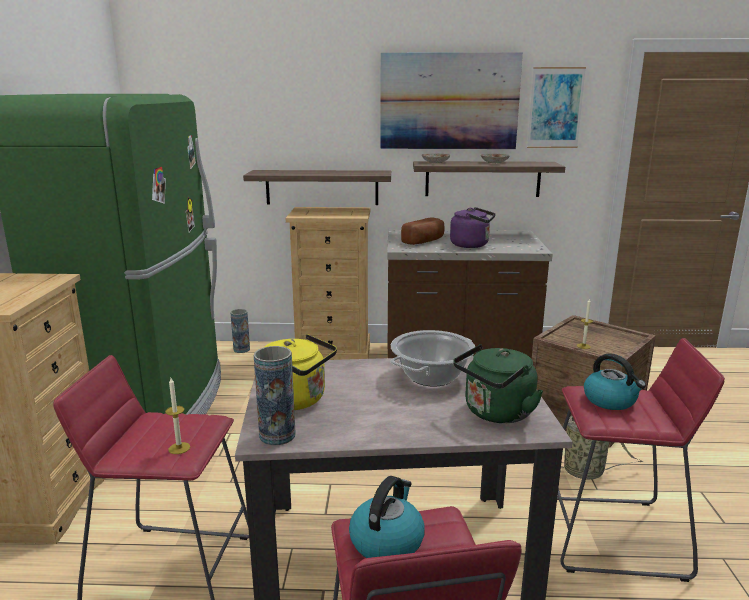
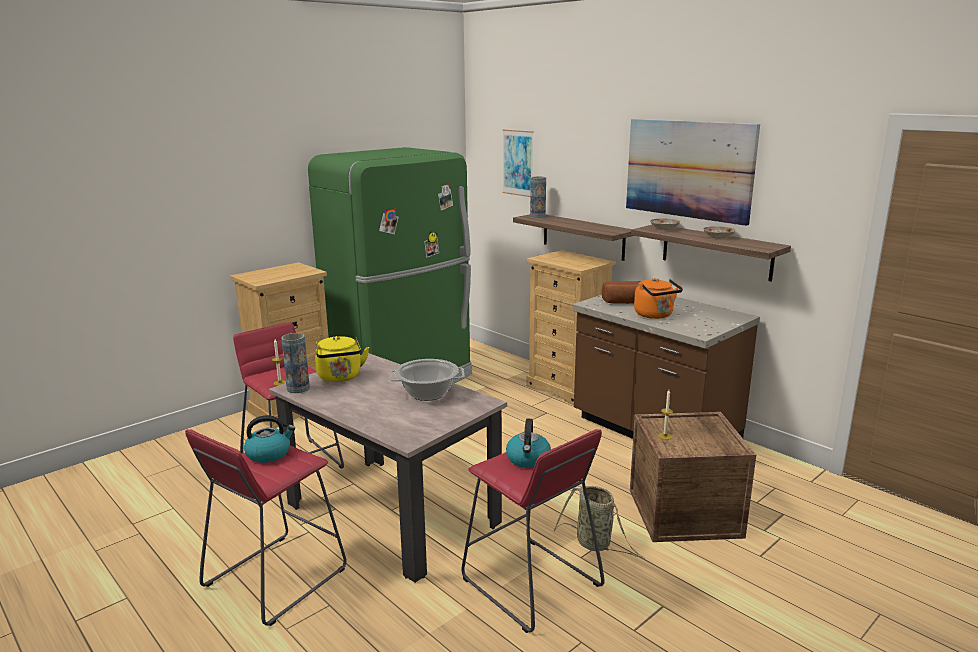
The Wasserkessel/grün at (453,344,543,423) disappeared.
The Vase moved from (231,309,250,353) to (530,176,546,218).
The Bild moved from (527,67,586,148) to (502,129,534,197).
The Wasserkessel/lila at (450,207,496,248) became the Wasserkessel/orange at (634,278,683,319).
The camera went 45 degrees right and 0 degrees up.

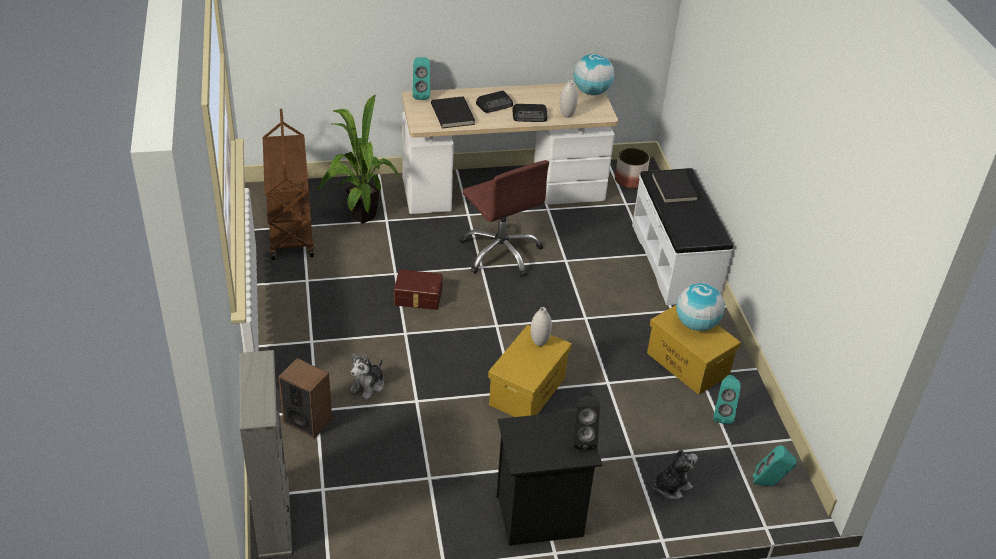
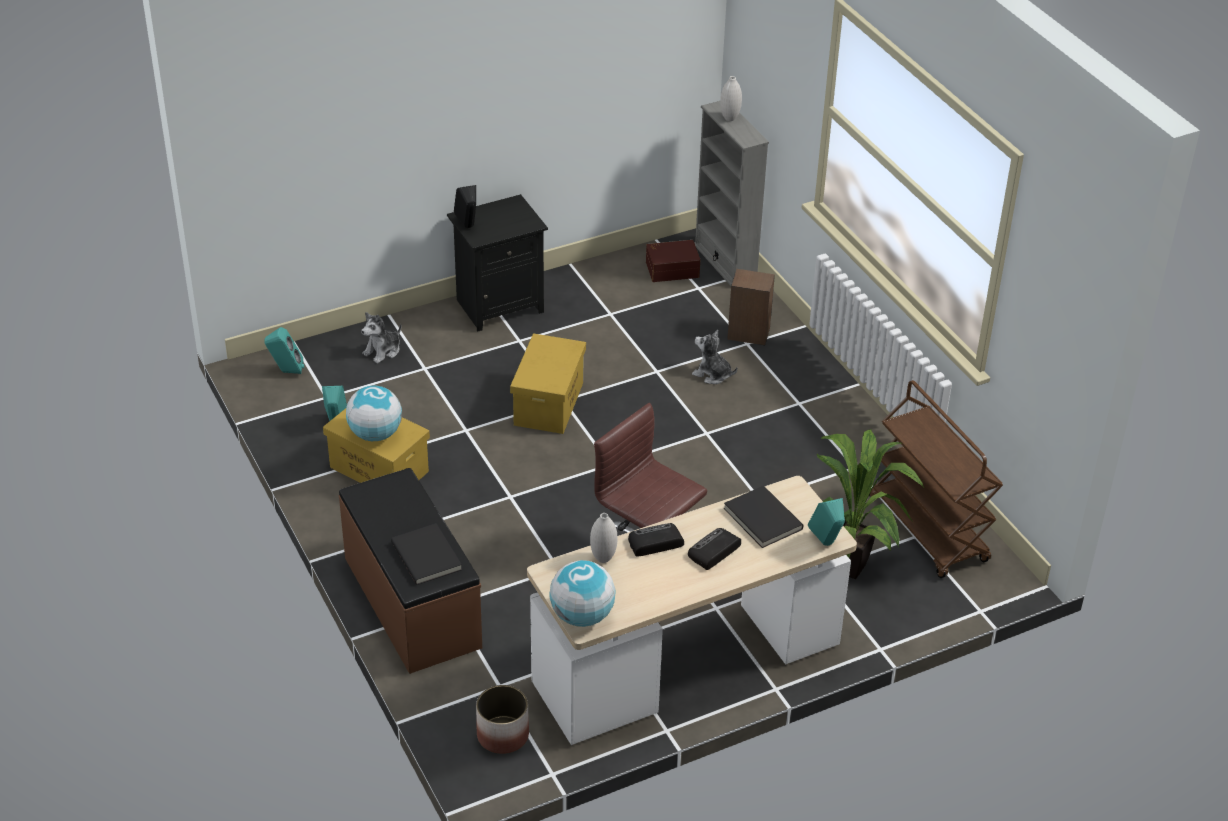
The Aufbewahrungsbox/braun moved from (394,269,443,310) to (646,240,700,282).
The Vase/weiß moved from (531,307,552,346) to (720,76,742,121).
The Bank/weiß at (632,168,733,305) became the Bank/braun at (339,468,482,674).
The Plüschtier at (350,353,384,400) turned 75 degrees counterclockwise.
The camera went 165 degrees right and 0 degrees up.

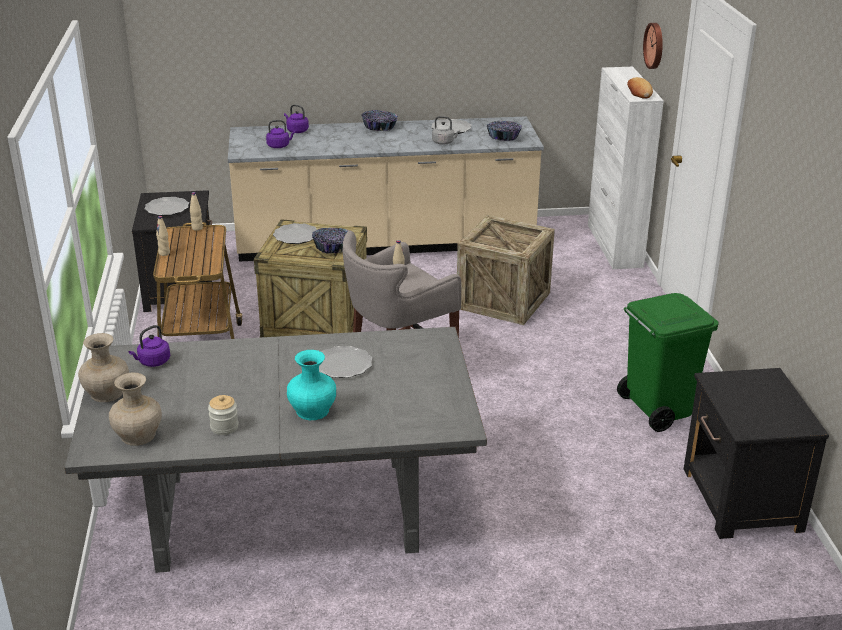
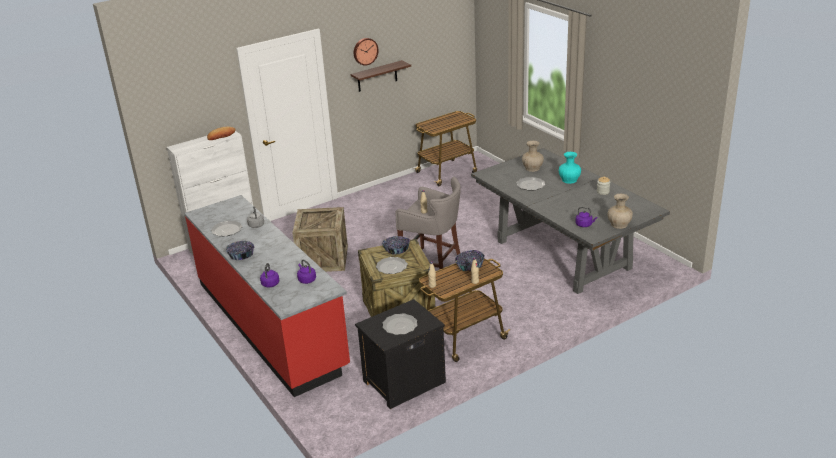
The Mülleimer/grün at (617,293,718,432) disappeared.
The Wandregal at (351,60,411,92) appeared.
The Vase/beige moved from (109,372,162,446) to (522,141,544,172).
The Schüssel moved from (486,121,522,141) to (455,250,485,271).
The Wanduhr moved from (643,23,663,69) to (354,38,379,66).
The Nachttisch/schwarz at (684,368,829,539) was replaced by the Rollwagen at (413,111,477,186).
The Küchenzeile/beige at (228,116,544,262) became the Küchenzeile/rot at (184,195,350,397).
The camera went 115 degrees left and 0 degrees up.

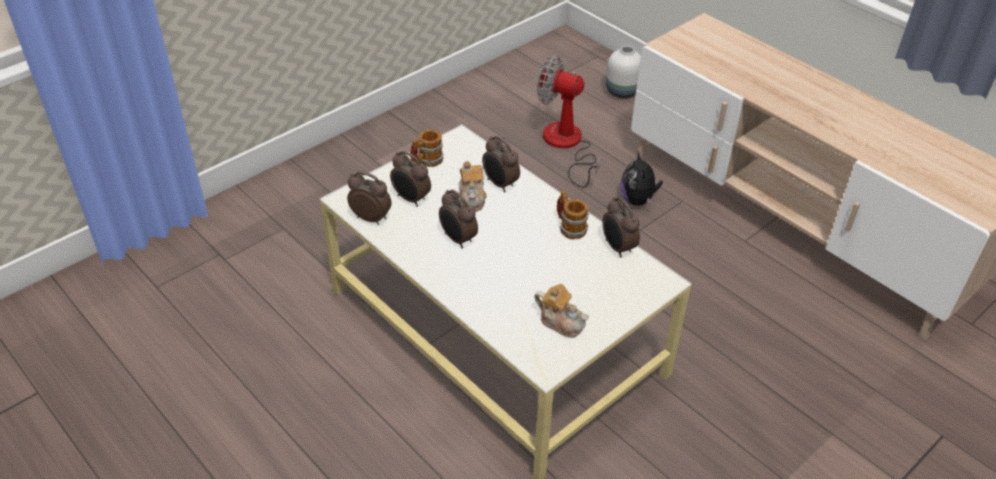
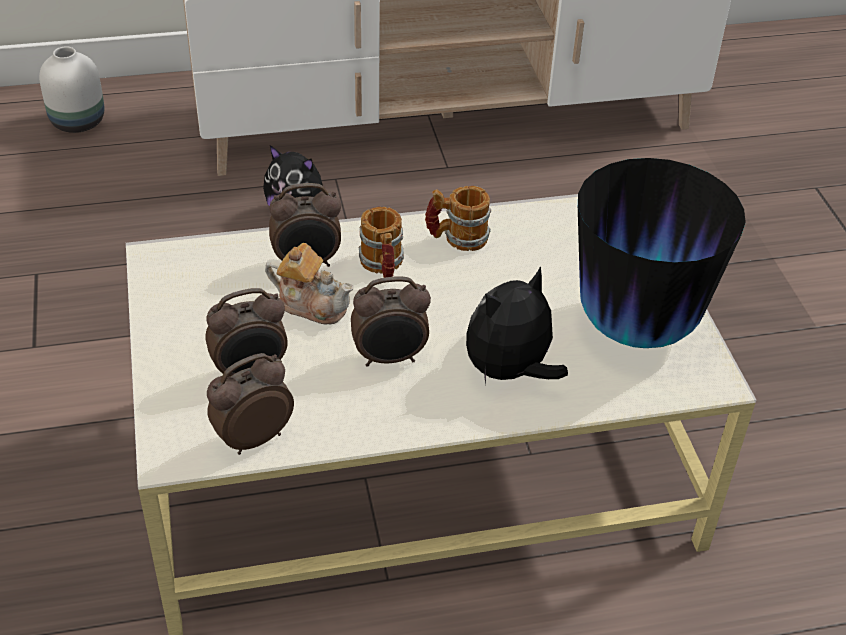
The Ventilator at (537,55,601,188) disappeared.
The Wecker at (602,197,640,258) disappeared.
The Plüschtier at (466,266,568,384) appeared.
The Henkelbecher moved from (410,129,444,167) to (359,207,404,278).
The Teekanne at (534,284,589,338) was replaced by the Vase at (578,158,746,348).
The camera went 60 degrees left and 0 degrees up.

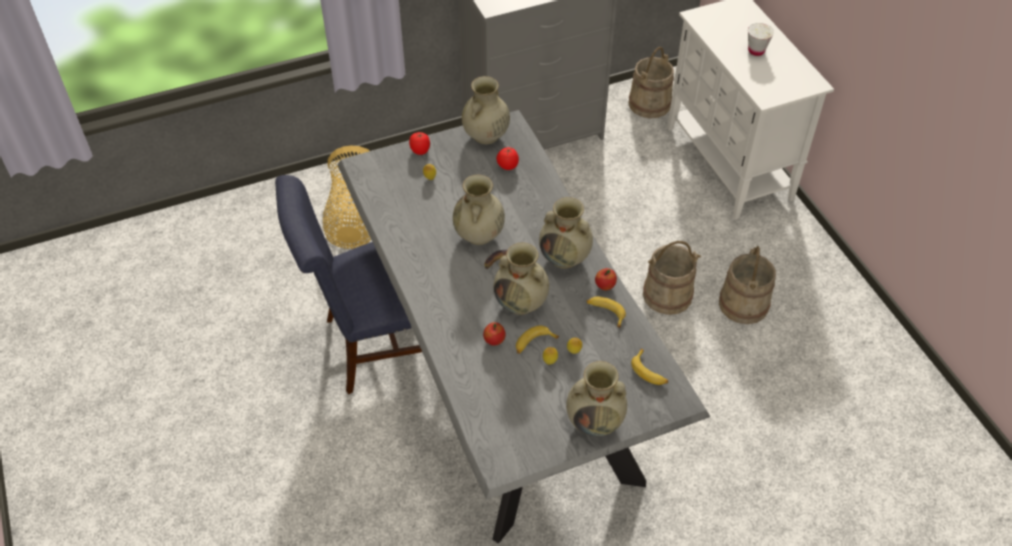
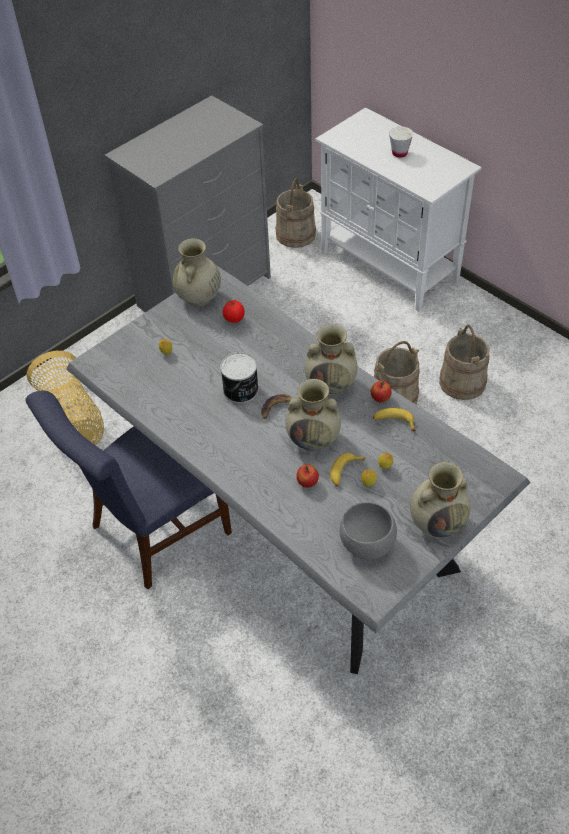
The Tomate at (409,132,430,155) disappeared.
The Banane at (631,349,668,385) disappeared.
The Schüssel/grau at (340,502,397,560) appeared.
The Vase/beige at (453,175,505,245) was replaced by the Dose at (220,352,259,404).
The camera went 20 degrees left and 0 degrees up.

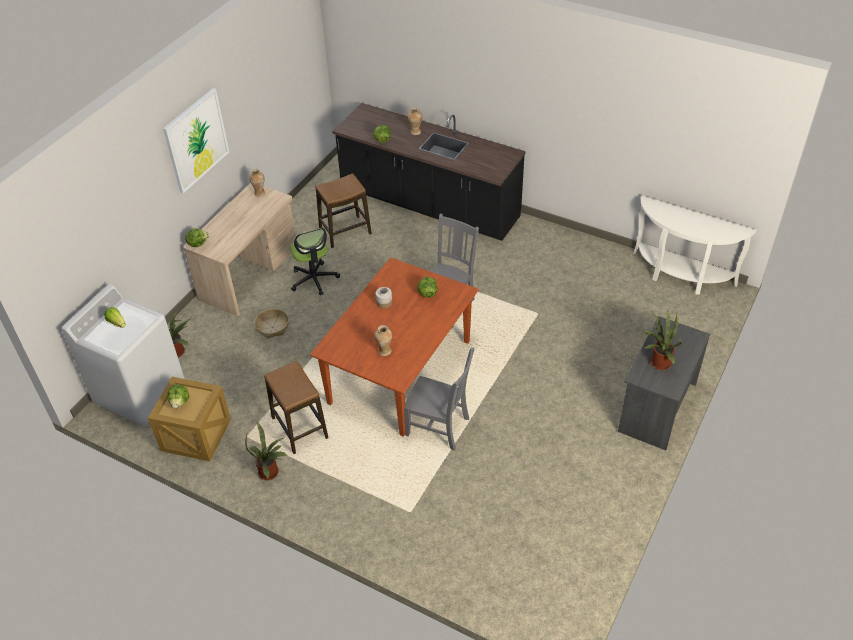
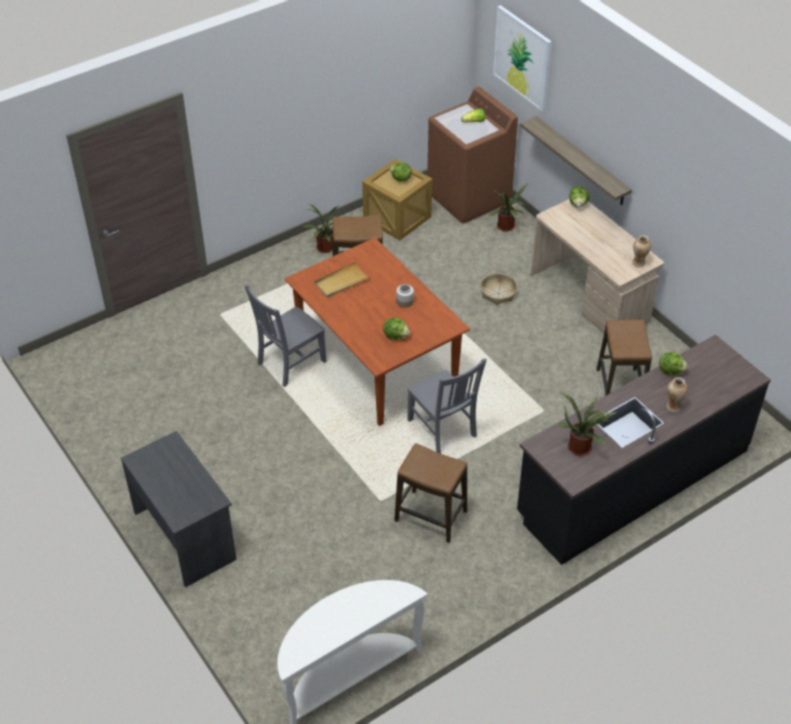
The Bürostuhl at (290,228,340,295) disappeared.
The Hocker at (394,443,467,543) appeared.
The Wandregal at (520,116,632,205) appeared.
The Bild moved from (163,88,229,193) to (493,5,552,111).
The Topfpflanze moved from (644,309,683,370) to (557,392,617,456).
The Vase at (374,325,392,356) was replaced by the Tablett/beige at (314,262,371,298).
The Waschmaschine/weiß at (61,284,185,426) became the Waschmaschine/braun at (427,87,518,224).
The camera went 115 degrees right and 0 degrees up.

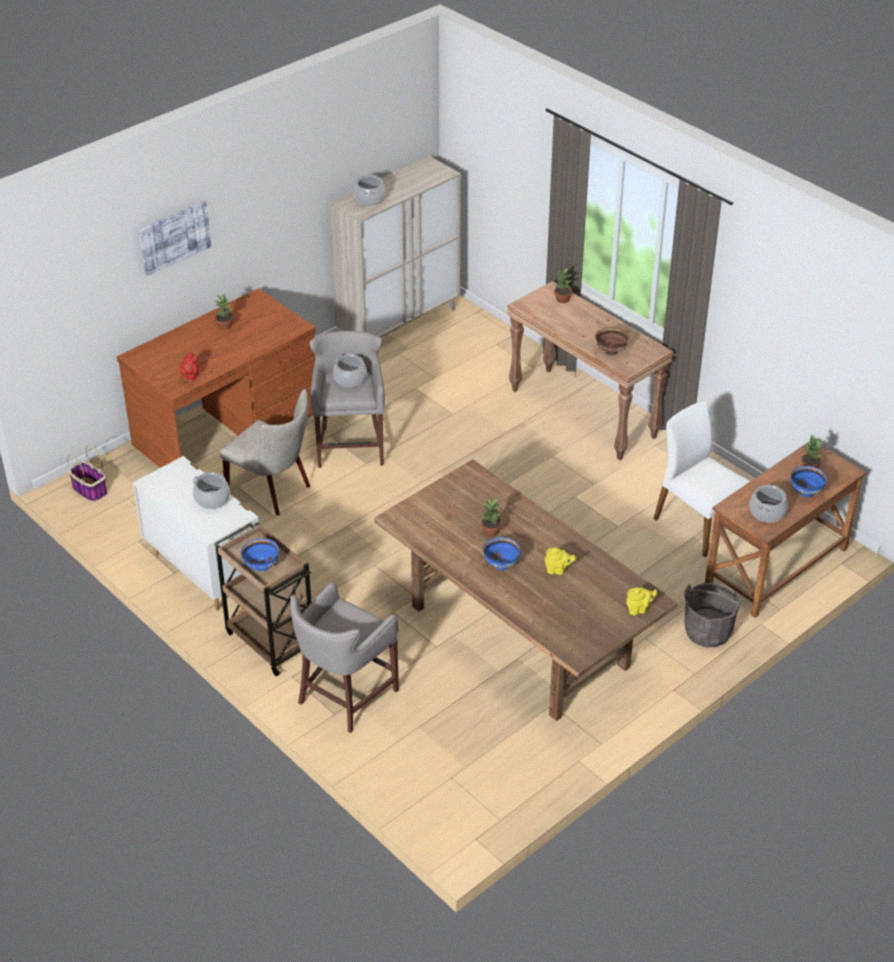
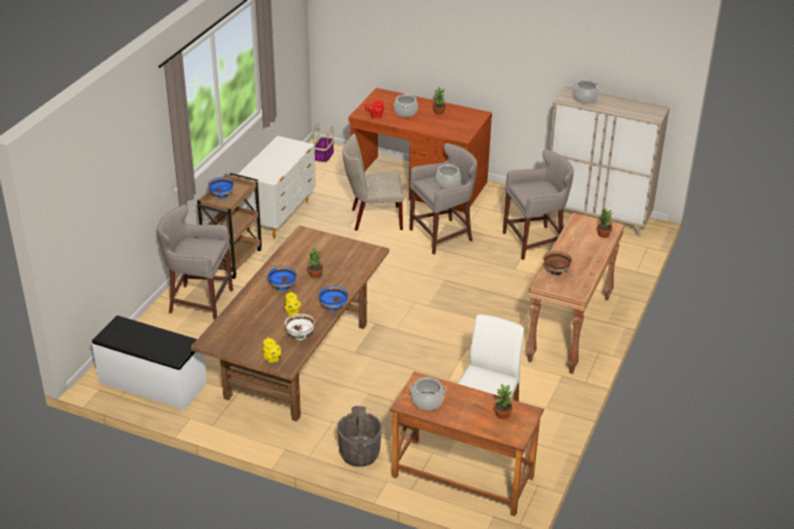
The Bild at (139,201,211,276) disappeared.
The Bank/weiß at (92,316,207,410) appeared.
The Schüssel/weiß at (285,314,315,340) appeared.
The Hocker/grau at (503,149,574,260) appeared.
The Kochtopf moved from (193,472,230,509) to (394,94,418,117).
The Schüssel/blau moved from (791,466,827,497) to (319,286,348,311).
The Stuhl/beige at (220,389,310,515) turned 75 degrees clockwise.
The camera went 65 degrees right and 5 degrees down.

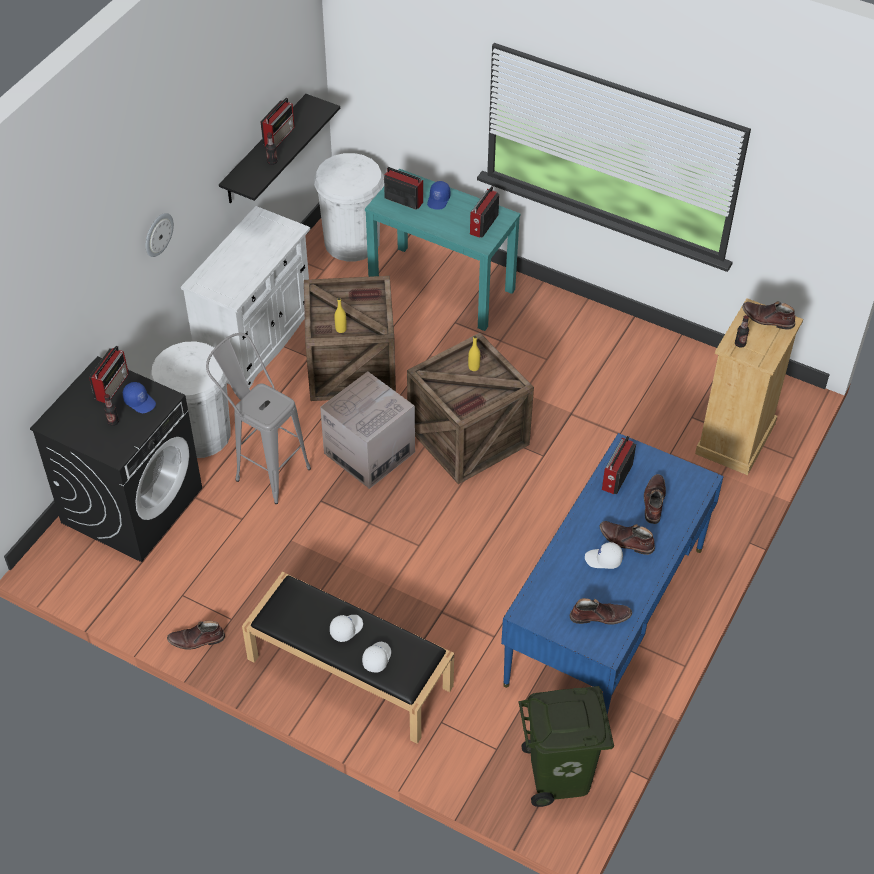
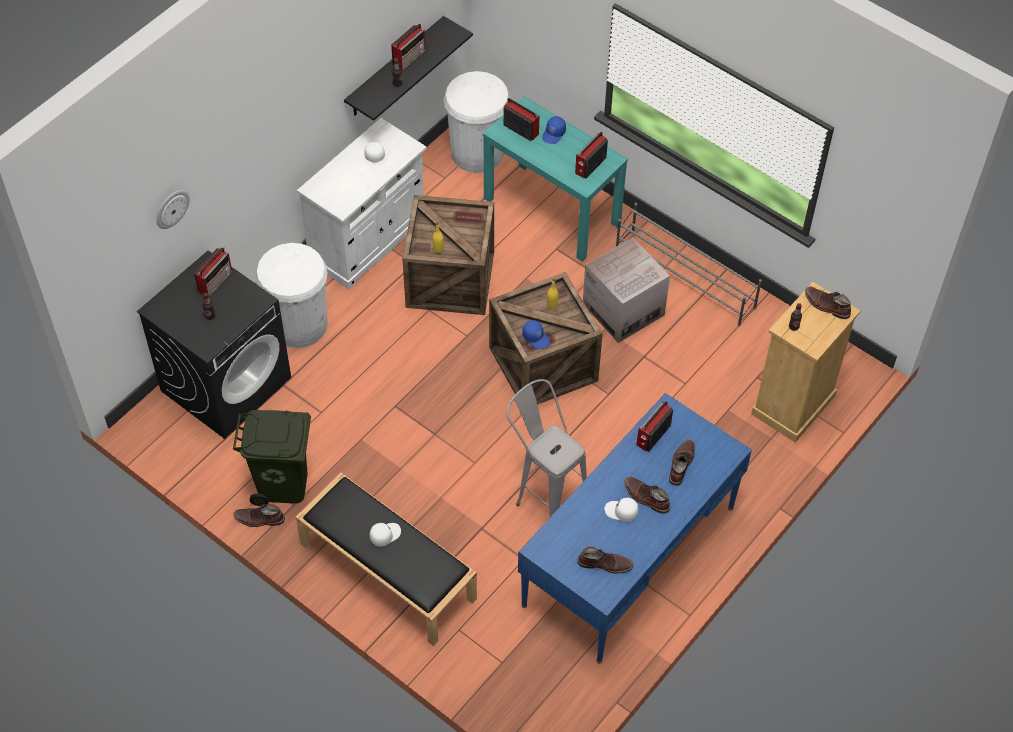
The Schuhregal/grau at (616,203,762,327) appeared.
The Kappe/blau moved from (123,382,156,413) to (522,320,550,349).
The Wanduhr moved from (145,213,174,257) to (156,190,190,229).
The Hocker/grau moved from (206,333,311,504) to (506,379,587,517).
The Karton moved from (320,371,415,489) to (583,237,670,343).
The Kappe/weiß moved from (362,642,391,672) to (364,141,390,163).
The Mülleimer/grün moved from (518,686,614,807) to (233,410,311,506).
The camera went 10 degrees right and 5 degrees up.

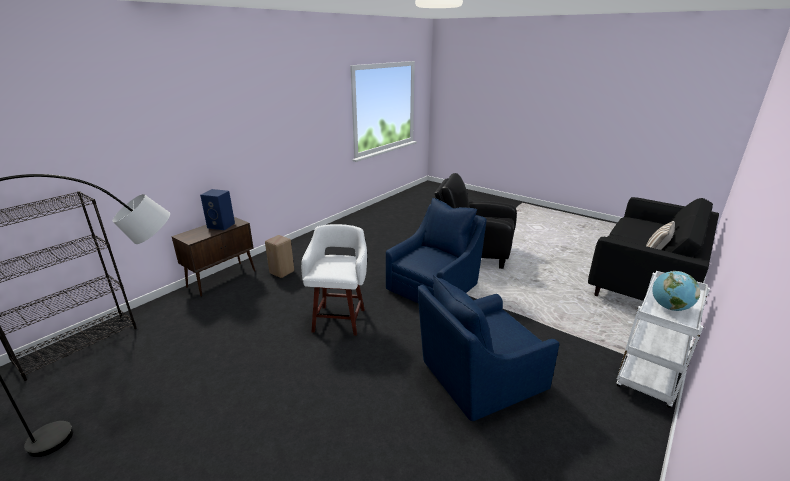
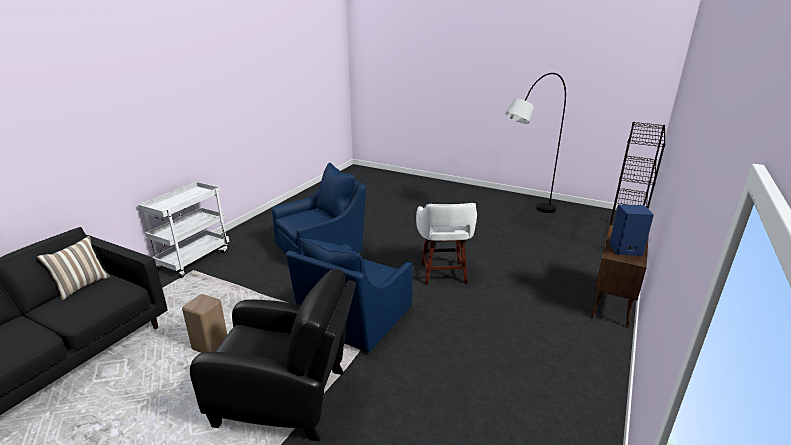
The Globus at (652,271,700,311) disappeared.
The Hocker/beige moved from (265,235,294,278) to (182,294,227,353).
The camera went 170 degrees right and 0 degrees up.

